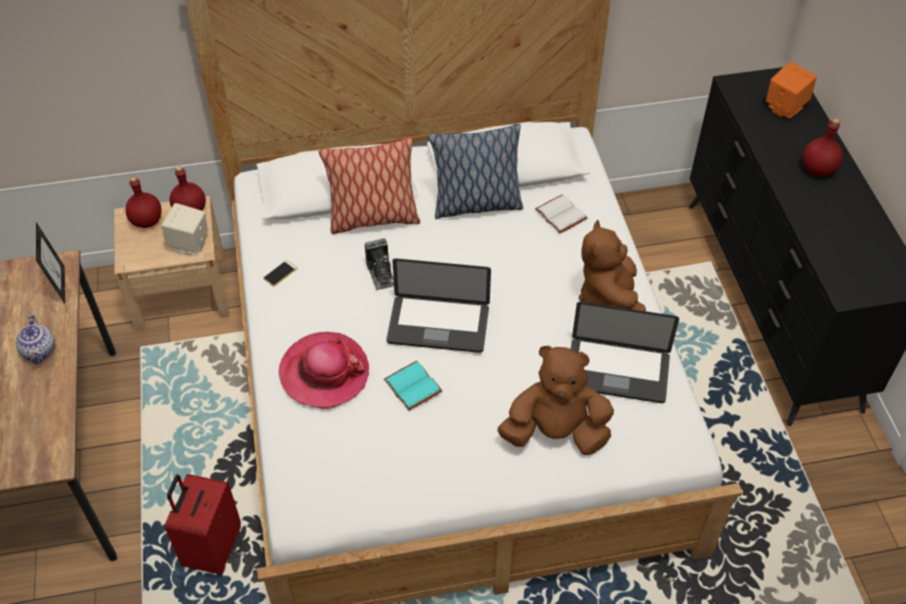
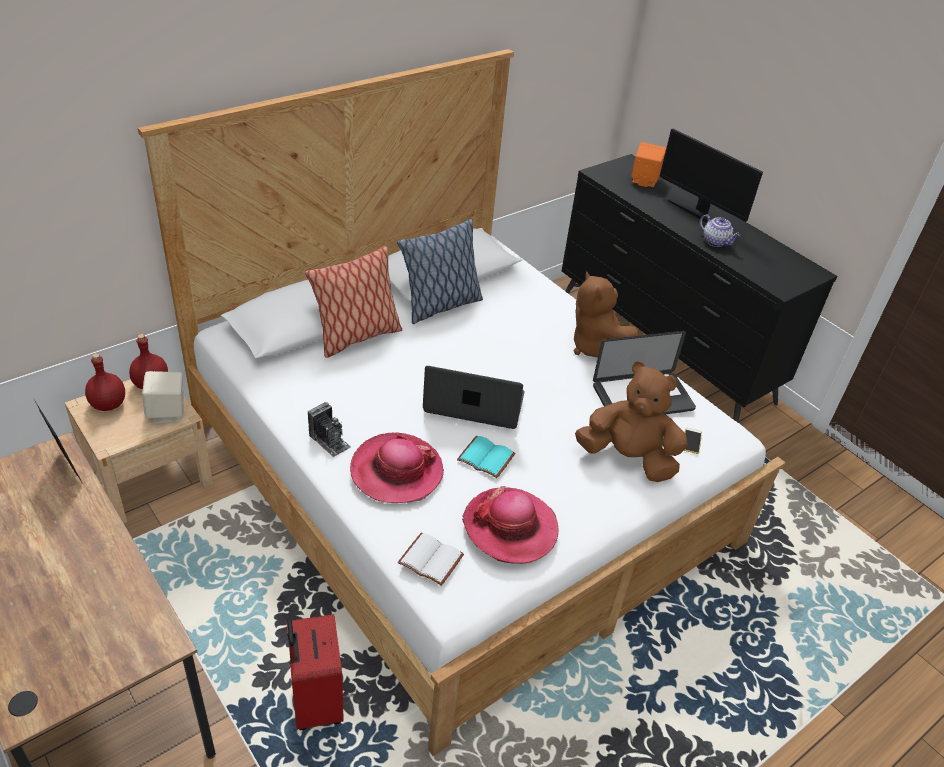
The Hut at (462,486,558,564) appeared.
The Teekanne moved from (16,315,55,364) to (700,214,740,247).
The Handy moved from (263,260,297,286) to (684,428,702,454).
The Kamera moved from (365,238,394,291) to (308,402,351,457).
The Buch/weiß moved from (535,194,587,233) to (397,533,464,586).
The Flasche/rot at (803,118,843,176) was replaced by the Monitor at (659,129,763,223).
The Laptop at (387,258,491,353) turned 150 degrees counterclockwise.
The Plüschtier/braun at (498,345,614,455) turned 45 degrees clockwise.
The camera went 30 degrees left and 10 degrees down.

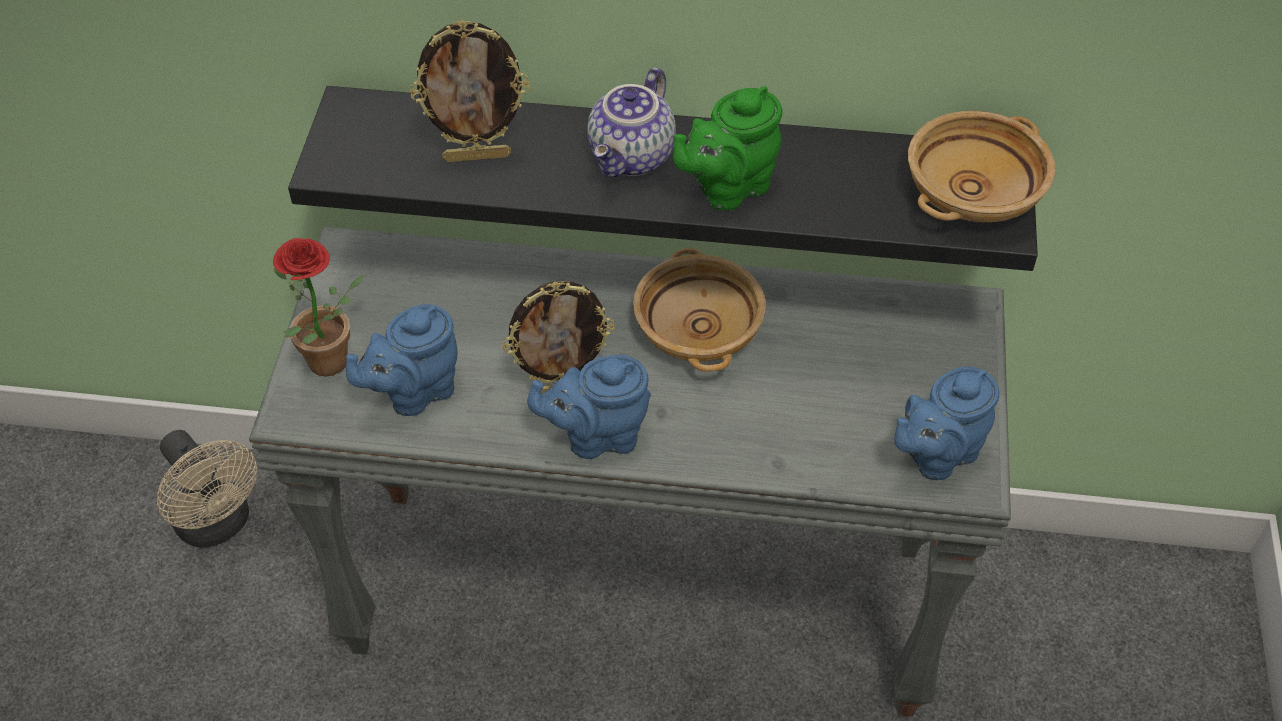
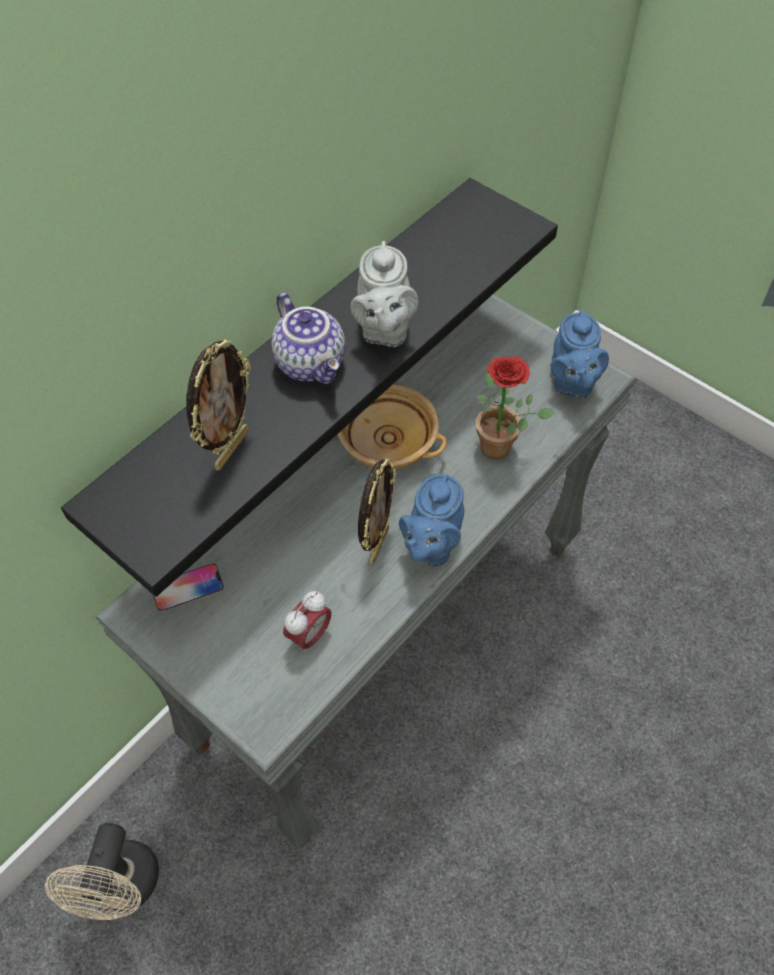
The Schüssel/beige at (908,111,1055,223) disappeared.
The Handy at (153,564,224,612) appeared.
The Topfpflanze moved from (273,238,365,377) to (476,356,555,459).
The Teekanne/blau at (346,304,458,416) was replaced by the Wecker at (283,591,331,653).
The Teekanne/grün at (673,86,782,210) became the Teekanne/grau at (350,241,418,347).
The Ventilator/beige at (157,430,257,547) turned 105 degrees clockwise.
The camera went 55 degrees left and 5 degrees up.

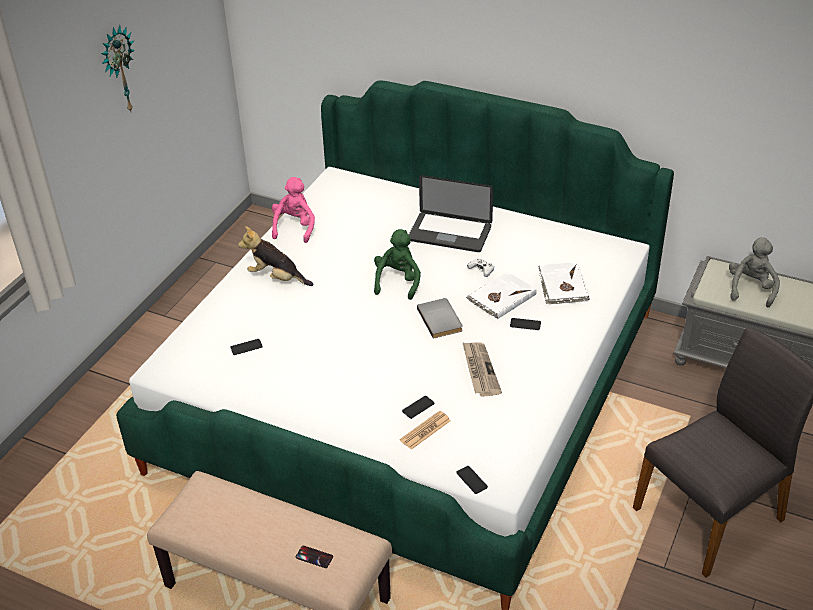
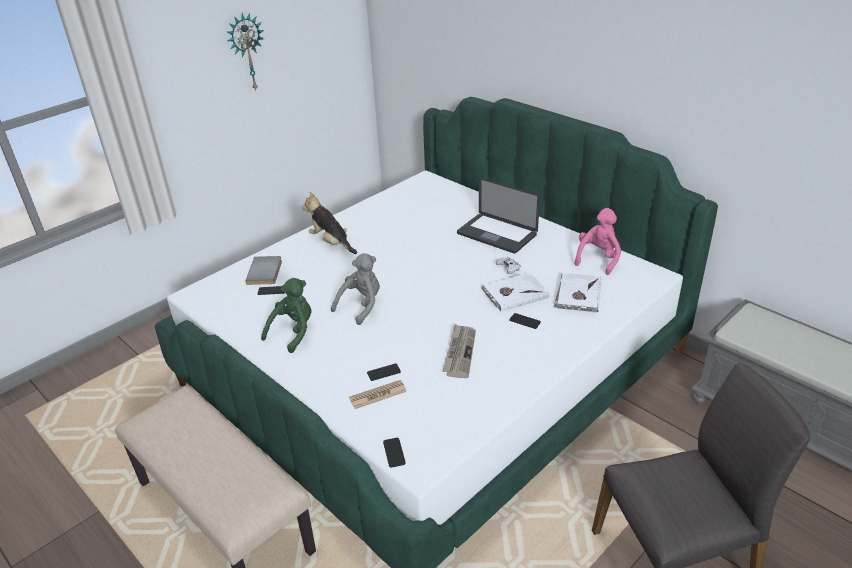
The Handy at (296,546,333,568) disappeared.
The Plüschtier/rosa moved from (272,177,315,243) to (574,208,621,275).
The Plüschtier/grün moved from (374,229,421,300) to (261,278,312,353).
The Buch/grau moved from (417,298,463,339) to (245,256,282,285).
The Plüschtier/grau moved from (729,237,780,307) to (331,253,380,325).
The camera went 20 degrees right and 5 degrees down.

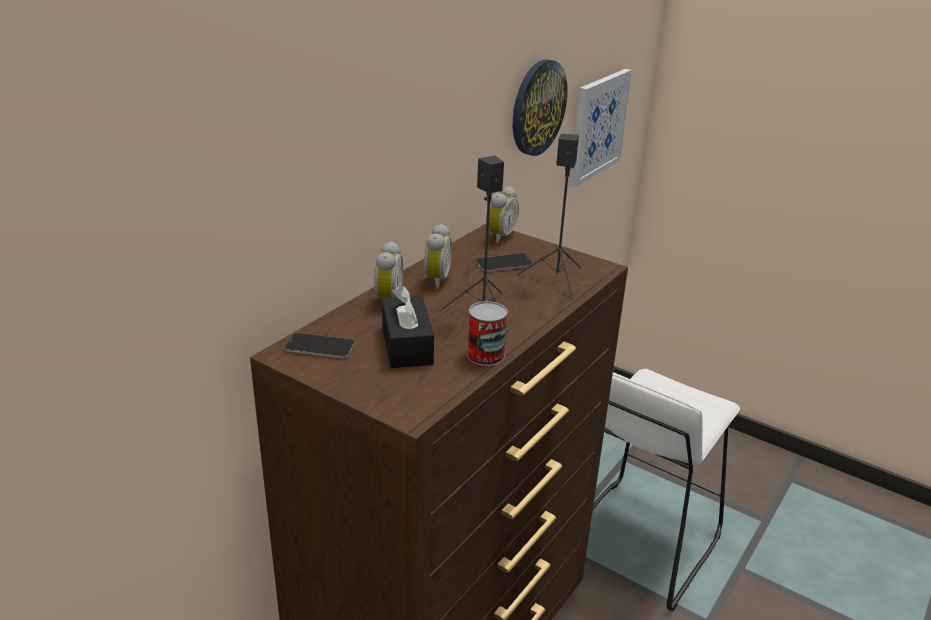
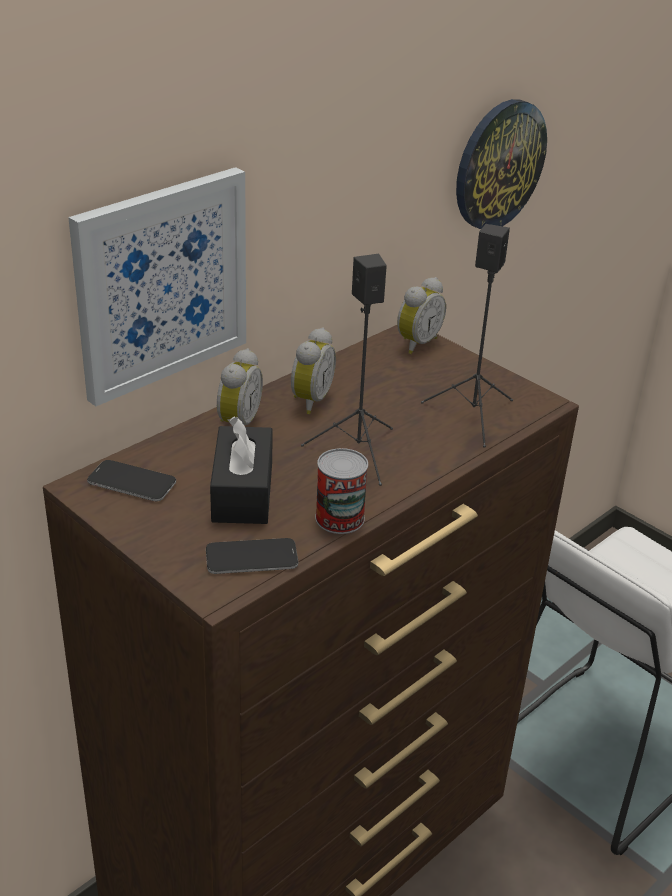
The Handy moved from (476,253,533,272) to (206,538,298,574).
The Bild moved from (570,69,632,187) to (68,167,246,406).
The camera went 10 degrees right and 5 degrees up.

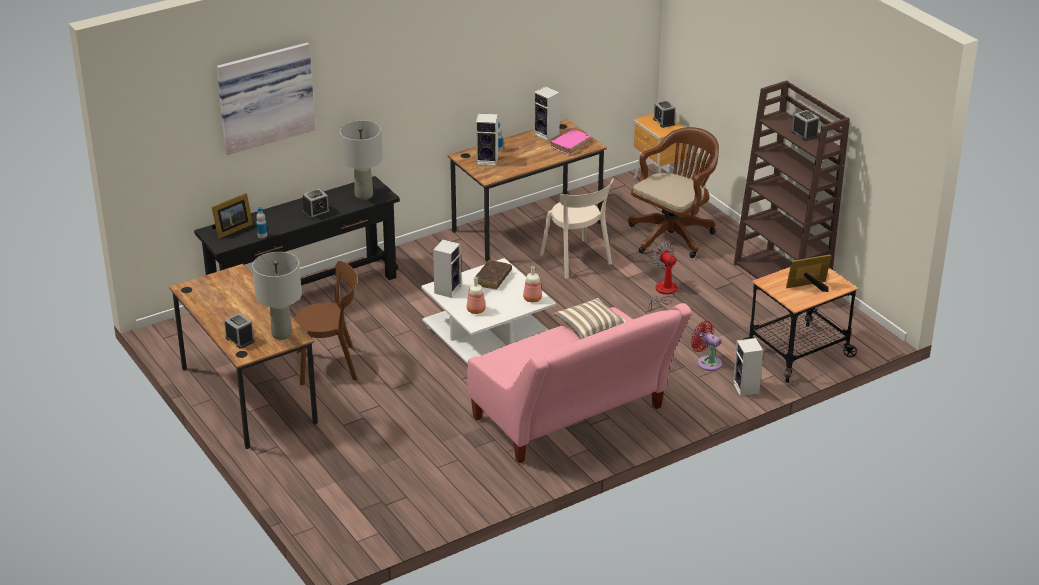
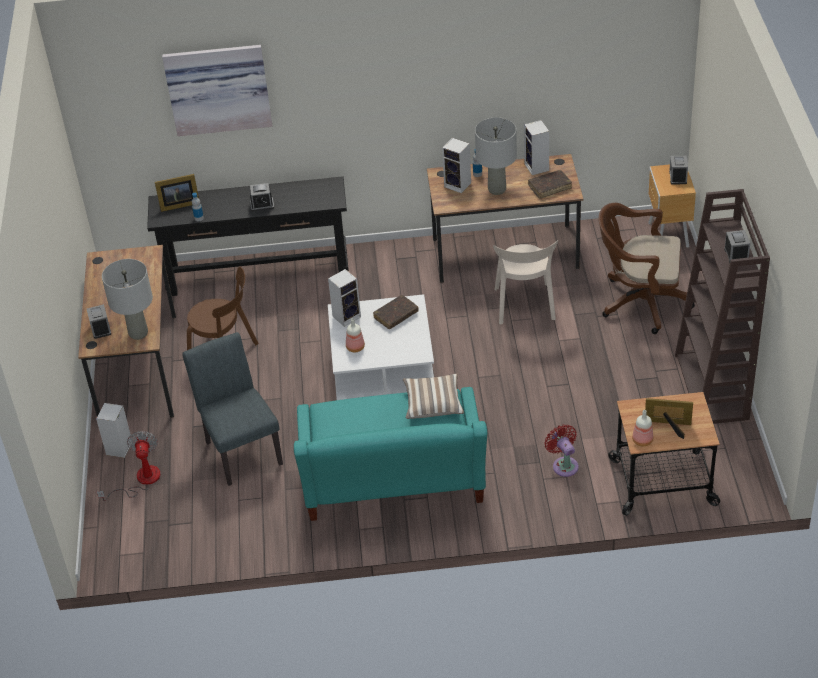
The Stuhl/grau at (182,332,283,486) appeared.
The Tischlampe/grau moved from (340,121,383,200) to (475,117,517,195).
The Flasche moved from (523,266,542,302) to (632,410,653,446).
The Ventilator moved from (648,242,677,311) to (97,431,161,501).
The Lautsprecher moved from (733,338,763,396) to (96,403,132,458).
The Sofa/rosa at (467,303,692,463) became the Sofa/türkis at (294,387,487,521).
The Buch/rosa at (551,130,591,155) became the Buch/braun at (528,170,572,199).
The Bürostuhl/braun at (628,127,719,258) turned 150 degrees counterclockwise.
The camera went 30 degrees right and 10 degrees up.

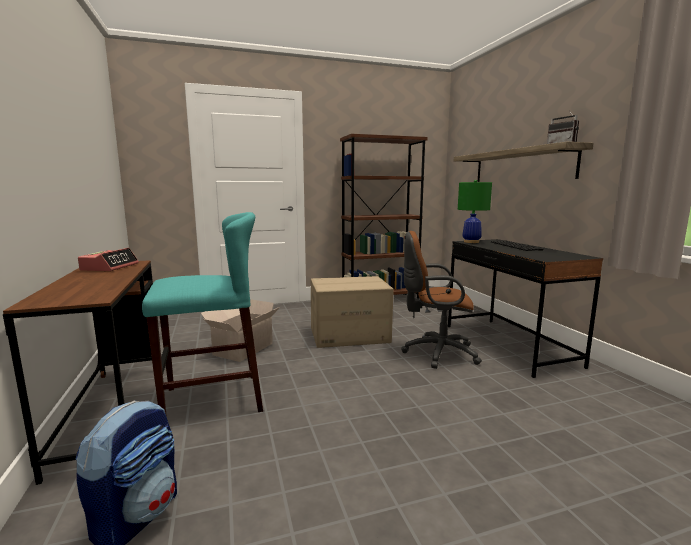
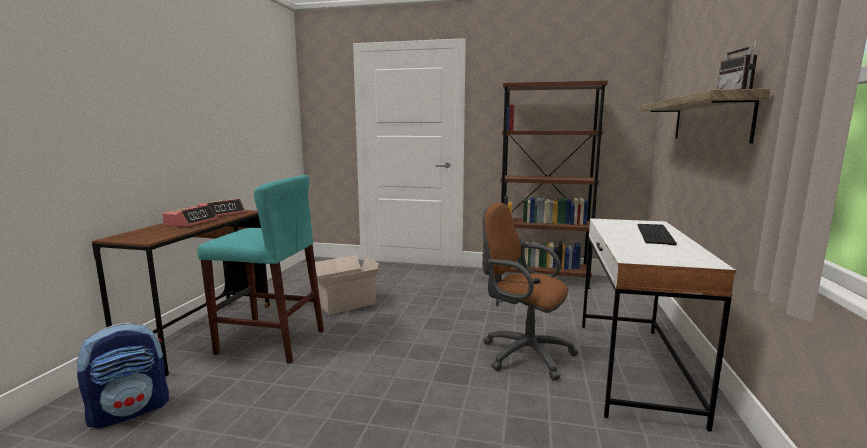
The Karton at (311,276,394,348) disappeared.
The Tischlampe/grün at (458,180,492,243) disappeared.
The Wecker at (162,205,217,227) appeared.
The Schreibtisch/schwarz at (448,239,603,378) became the Schreibtisch/weiß at (582,218,736,432).
The camera went 30 degrees right and 0 degrees up.

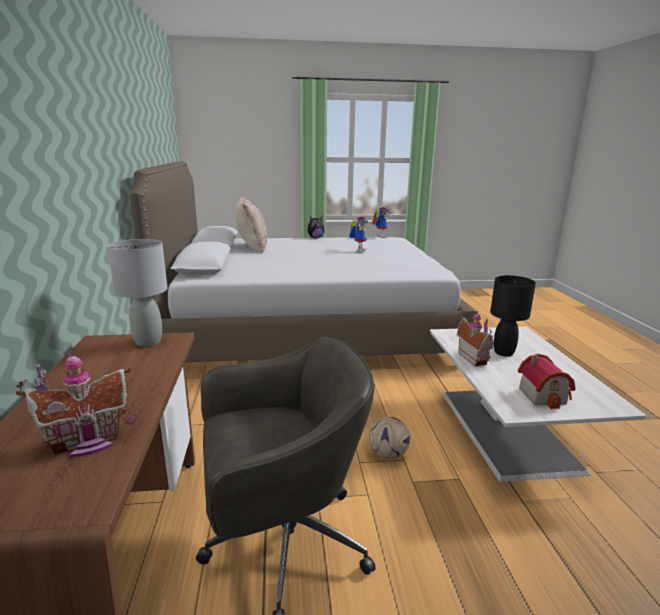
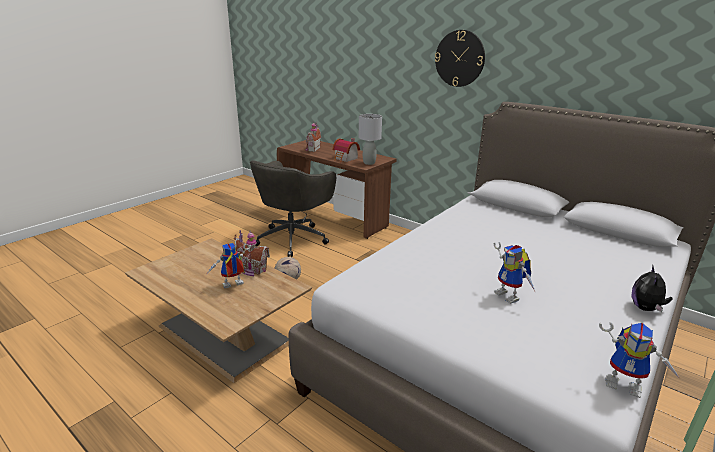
The Kissen/beige at (235,197,267,253) disappeared.
The Wanduhr at (435,30,485,87) appeared.
The Spielzeughaus moved from (518,354,575,409) to (332,138,360,162).
The Tischlampe/schwarz at (490,275,536,357) was replaced by the Spielzeugroboter at (206,243,251,288).
The Couchtisch/weiß at (430,326,647,482) became the Couchtisch/braun at (125,238,312,383).
The camera went 135 degrees right and 5 degrees up.

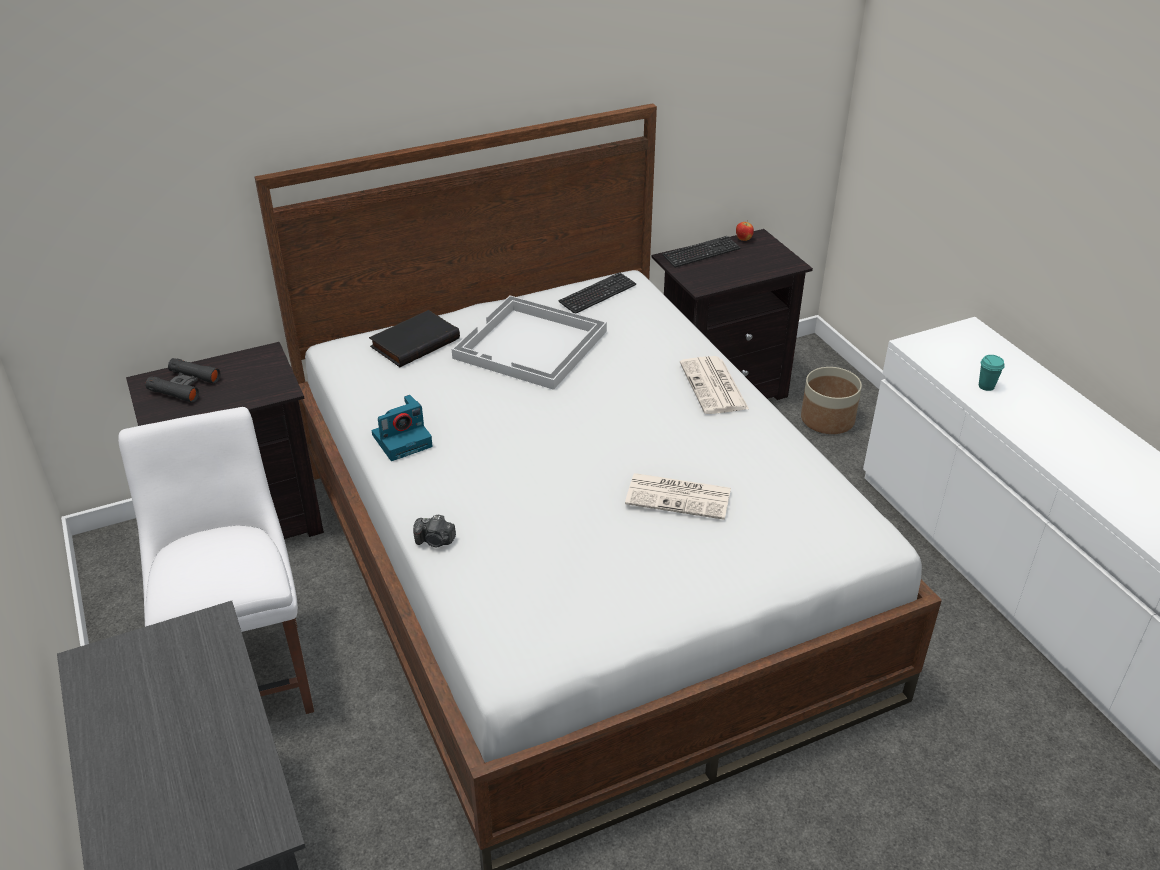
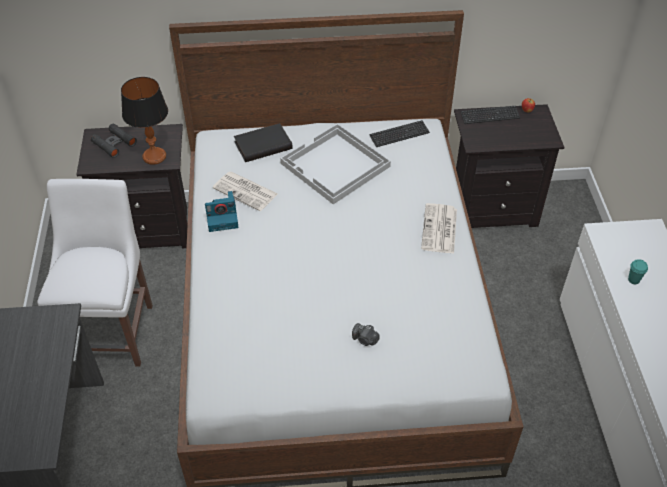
The Pflanzkübel at (801,367,862,434) disappeared.
The Tischlampe at (121,77,168,165) appeared.
The Kamera moved from (413,515,456,547) to (352,323,379,346).
The Zeitung moved from (625,473,731,520) to (213,172,278,211).
The camera went 20 degrees right and 10 degrees up.

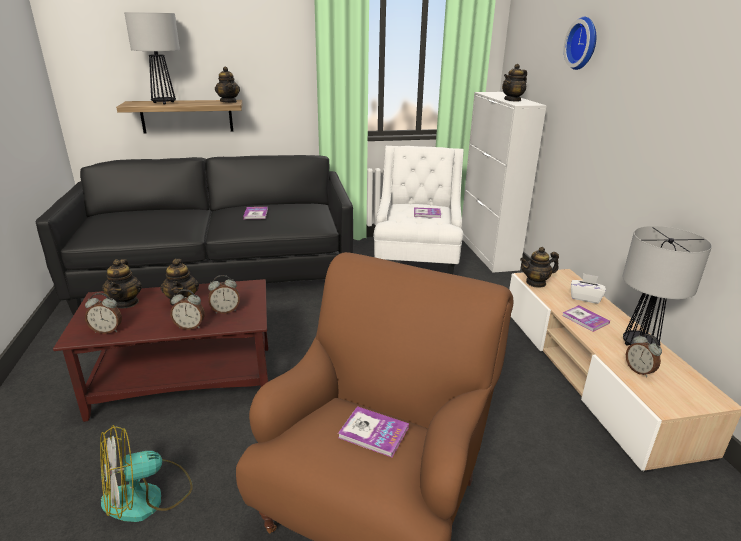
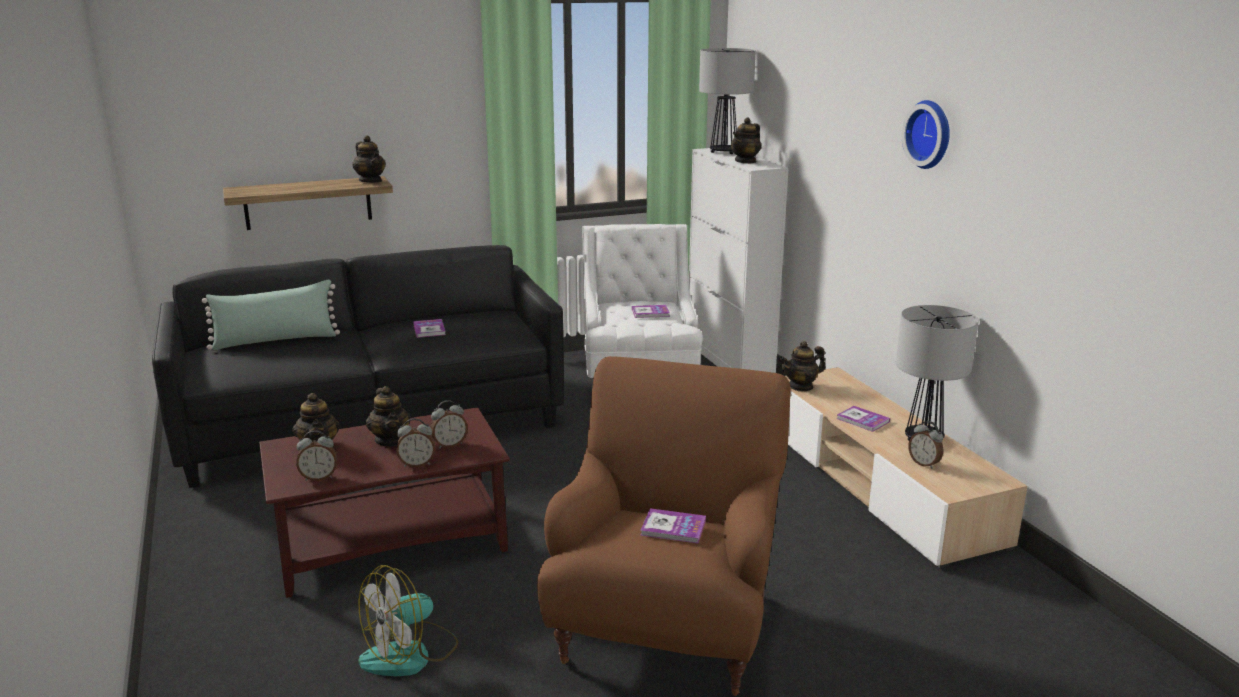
The Taschentuchbox/weiß at (571,273,606,304) disappeared.
The Kissen/grün at (202,280,340,350) appeared.
The Tischlampe moved from (124,12,180,105) to (699,48,756,154).
The Wanduhr moved from (564,17,596,70) to (902,100,950,169).
The camera went 10 degrees left and 5 degrees down.

